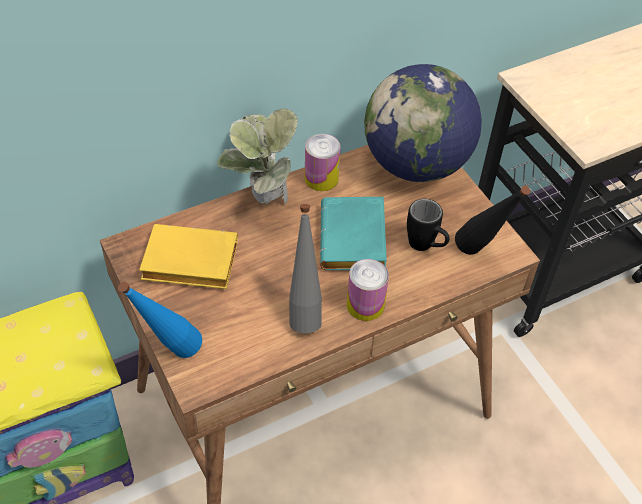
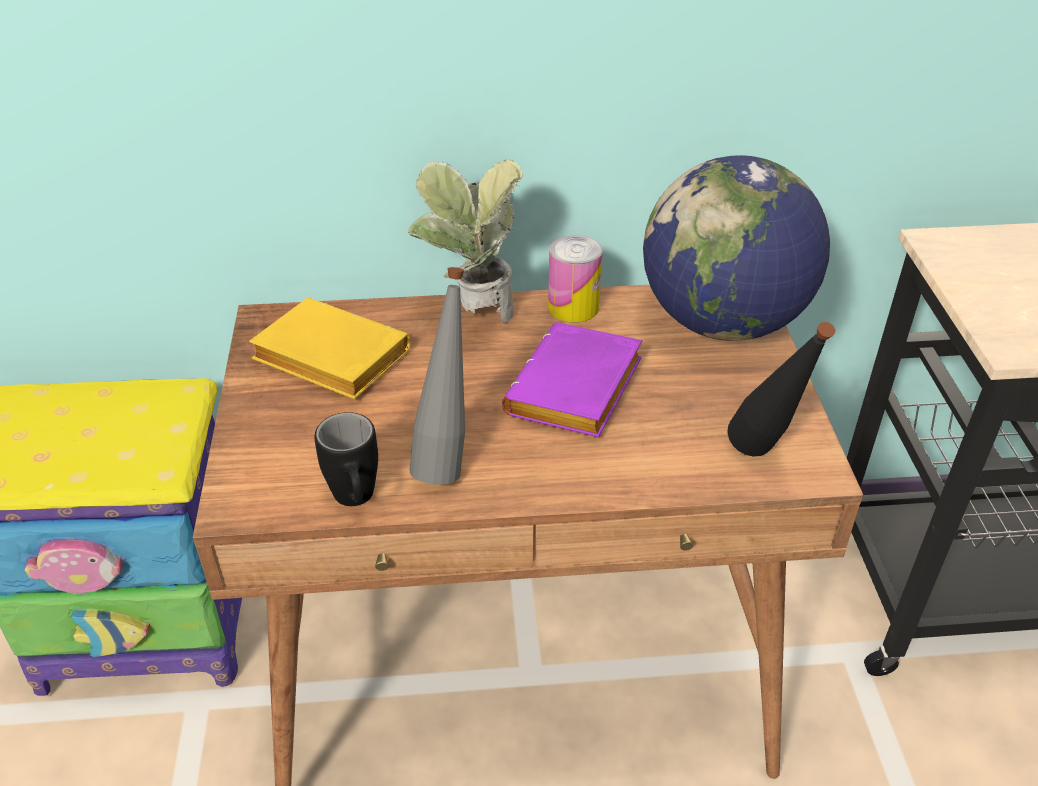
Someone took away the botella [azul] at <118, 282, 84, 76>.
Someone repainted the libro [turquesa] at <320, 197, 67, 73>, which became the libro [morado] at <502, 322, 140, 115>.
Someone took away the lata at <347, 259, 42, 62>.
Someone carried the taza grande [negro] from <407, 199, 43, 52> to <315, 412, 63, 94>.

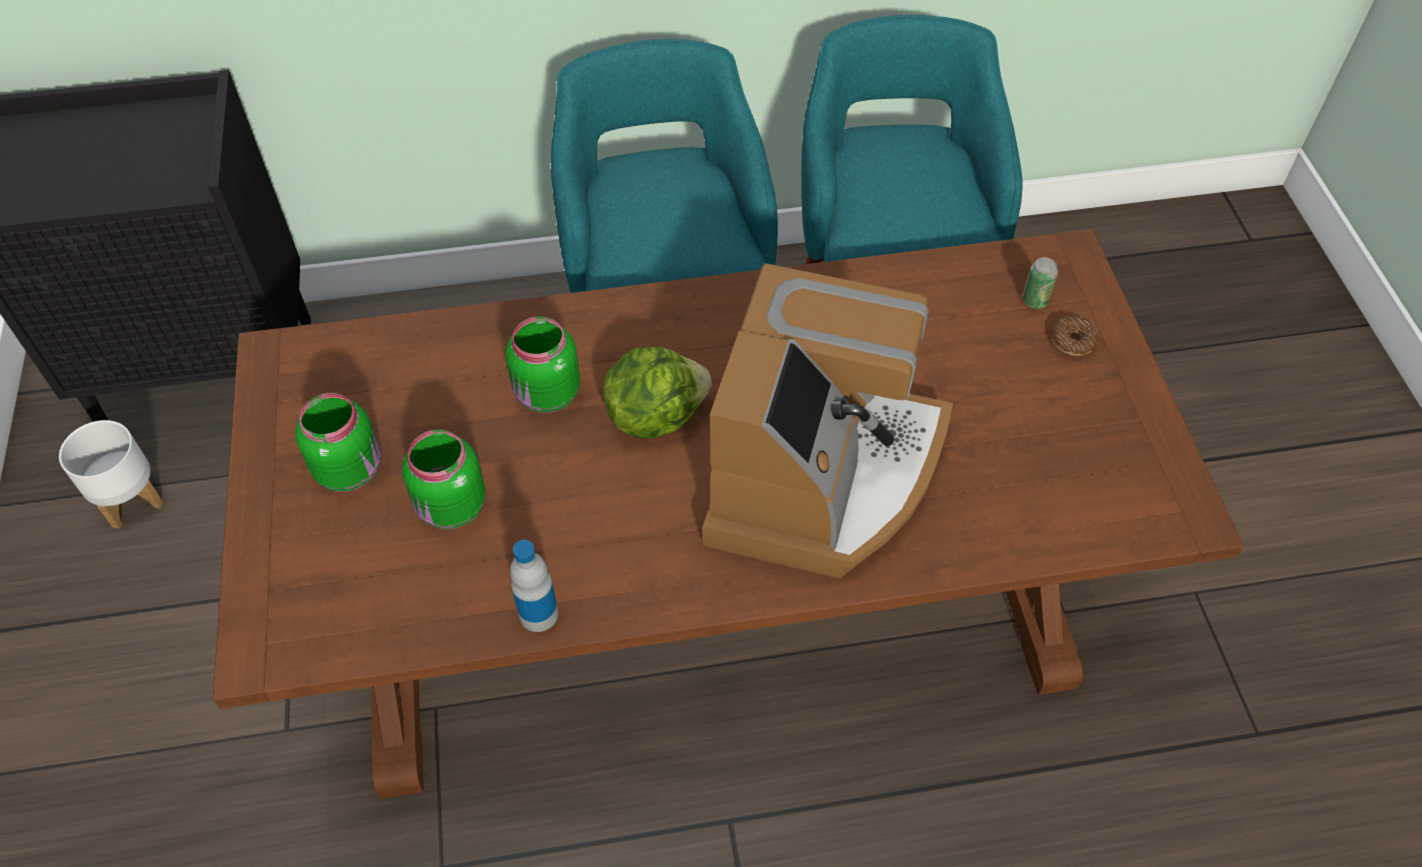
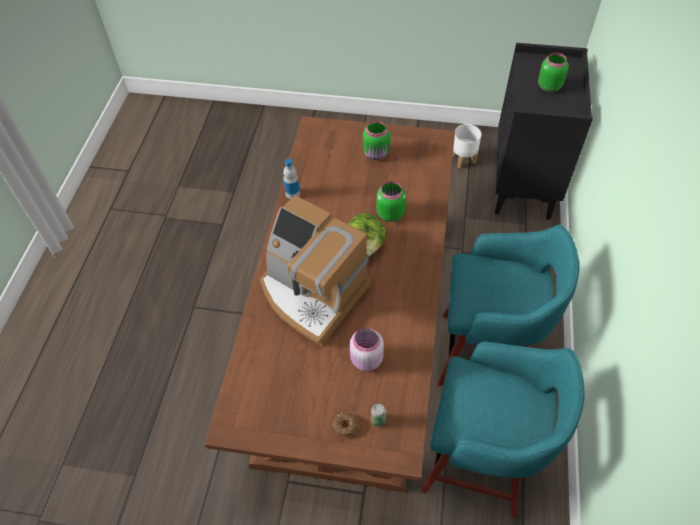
Someone carried the tarro [verde] from <402, 429, 83, 101> to <538, 52, 31, 40>.
Someone put down the tarro [rosa] at <350, 327, 34, 44>.

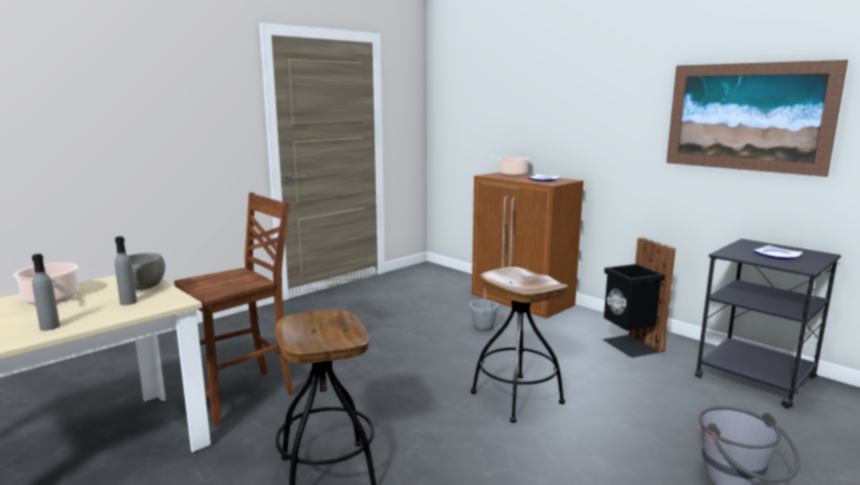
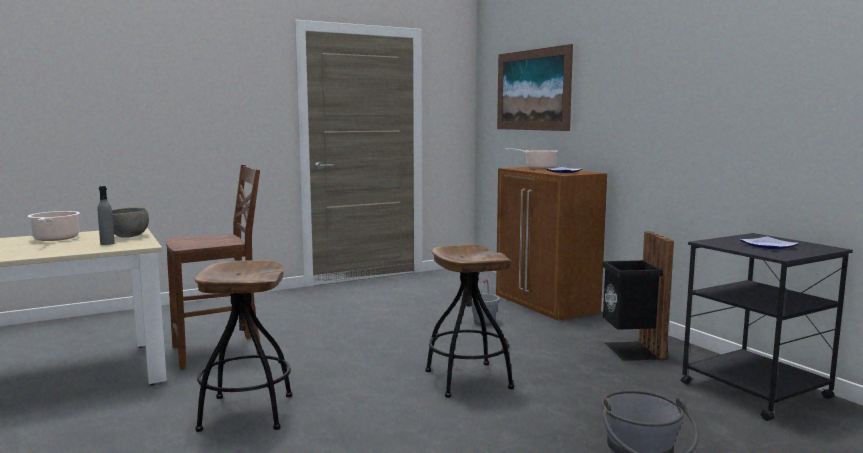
Someone took away the botella [gris] at <32, 254, 28, 77>.
Someone carried the cuadro from <666, 60, 182, 117> to <497, 44, 76, 87>.

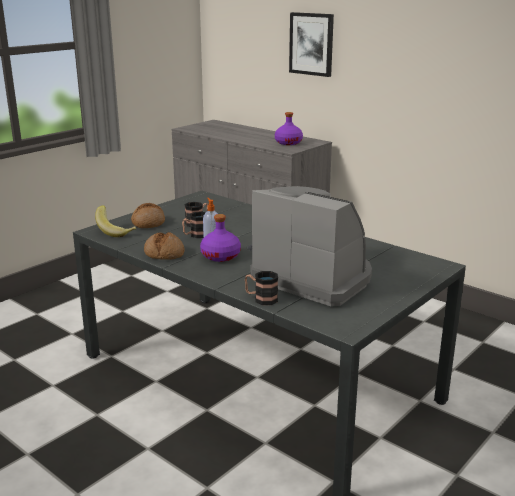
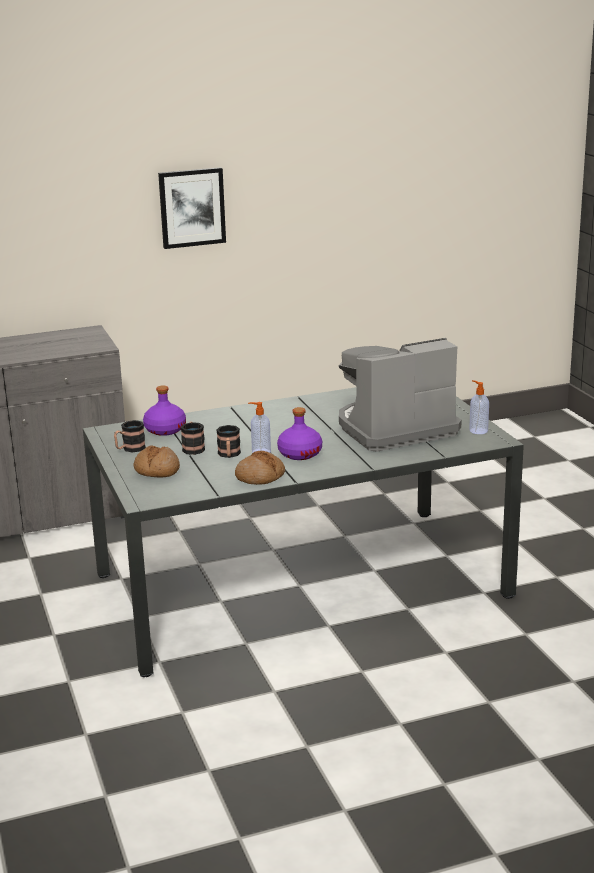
Someone took away the plátano at <95, 205, 41, 32>.
Someone carried the taza grande from <245, 271, 33, 34> to <114, 420, 32, 33>.
Someone carried the botella [morado] from <275, 112, 28, 33> to <143, 385, 43, 51>.
Someone carried the cuadro from <289, 12, 45, 65> to <158, 167, 68, 82>.
Someone put down the dispensador de jabón at <469, 380, 20, 54>.

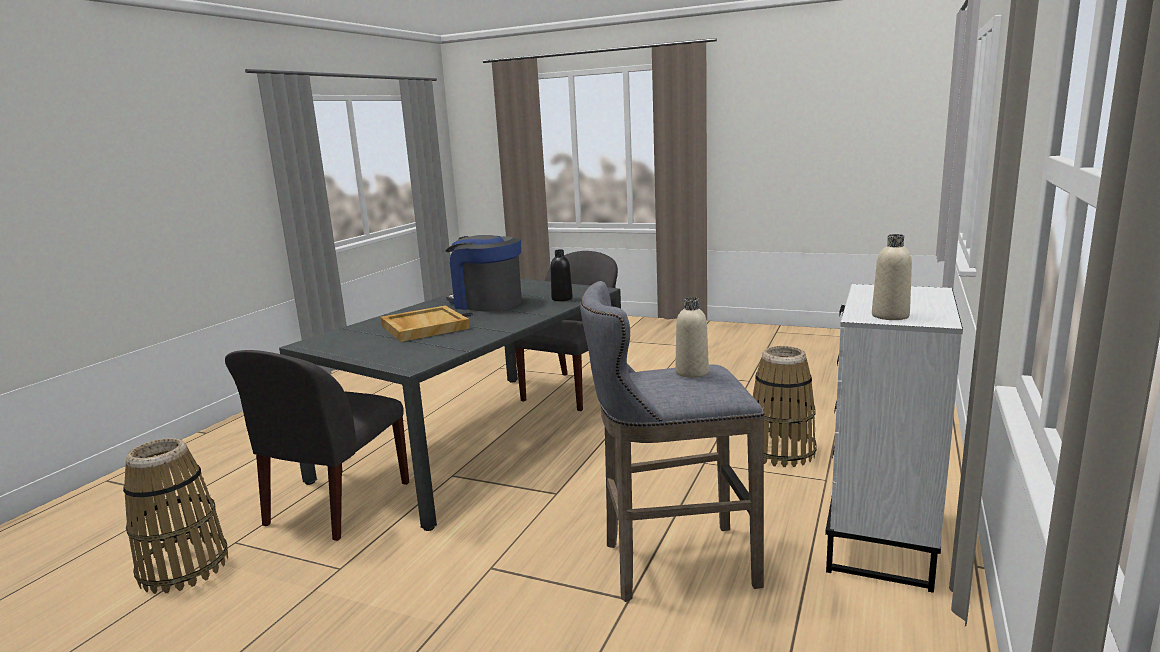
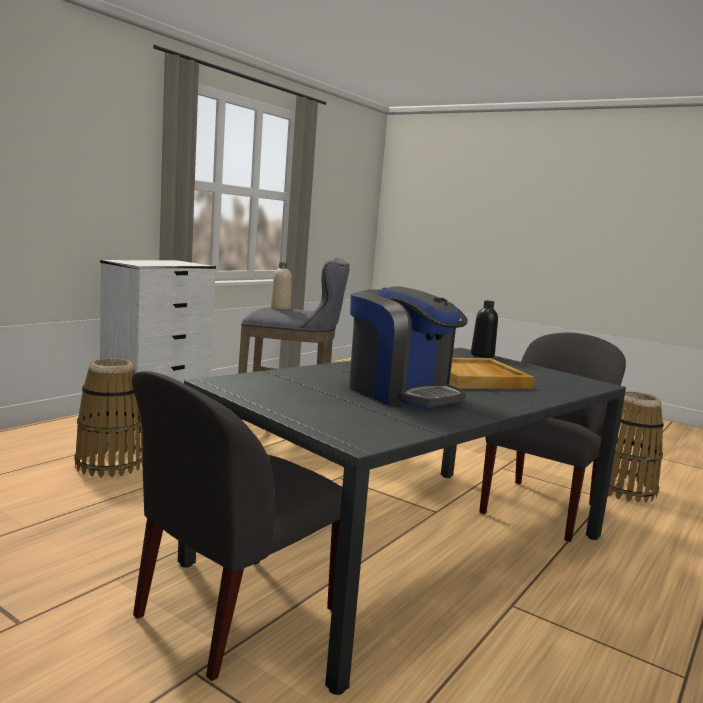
Someone carried the botella [negro] from <550, 249, 23, 52> to <471, 300, 27, 58>.
Someone took away the botella [beis] at <872, 234, 40, 86>.

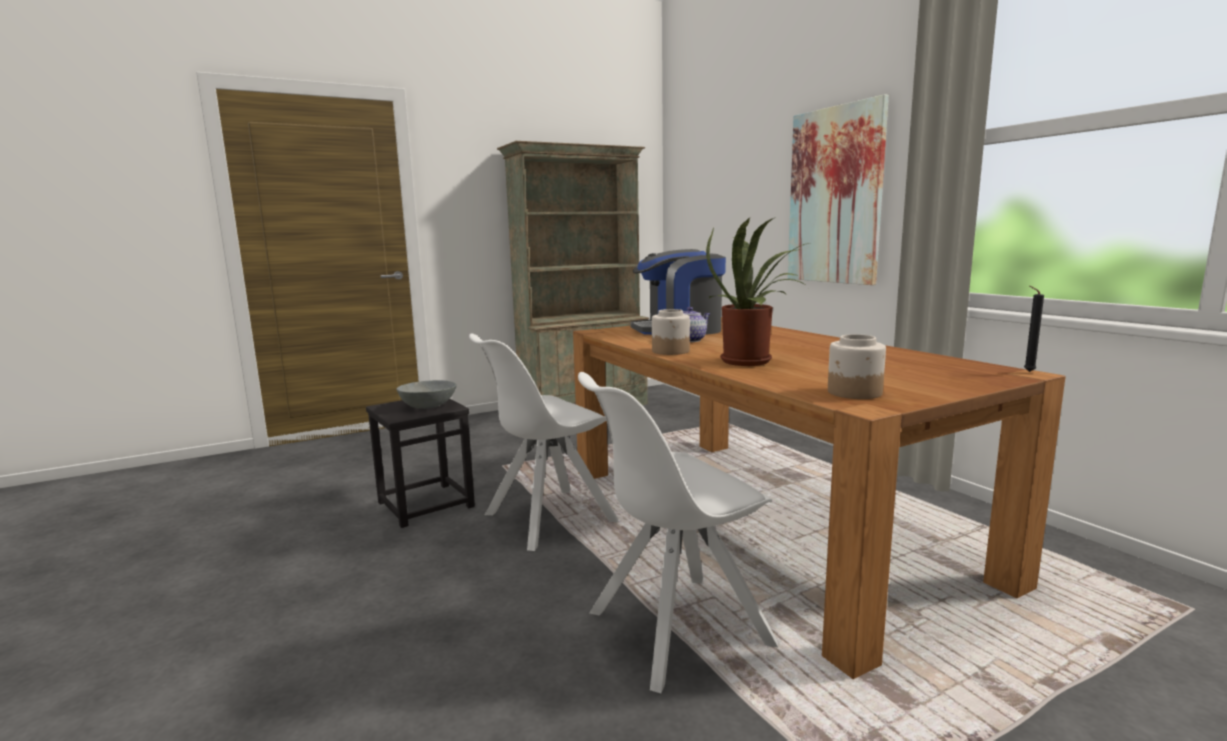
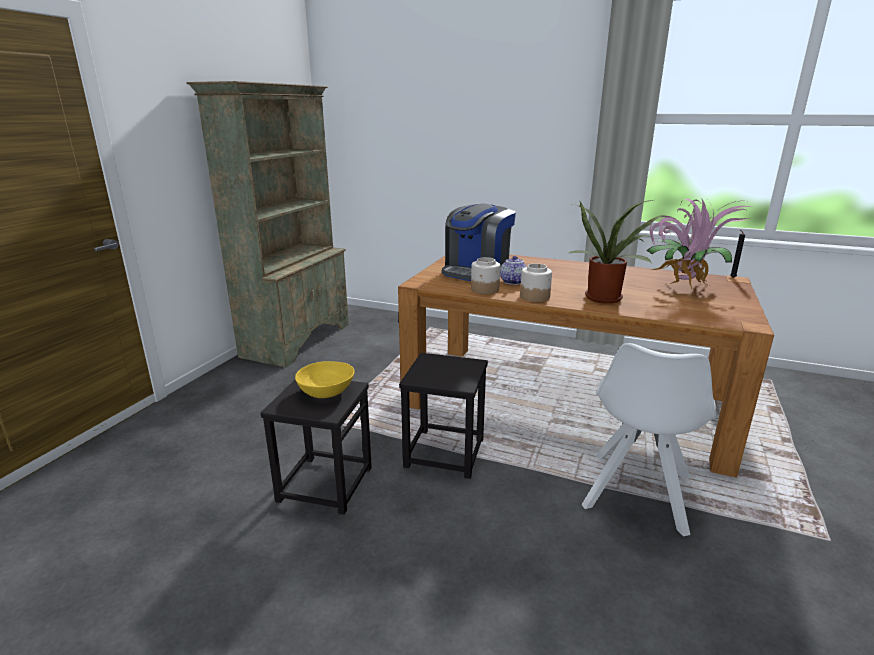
Someone repainted the cuenco [gris] at <396, 380, 61, 29>, which became the cuenco [amarillo] at <295, 361, 60, 37>.
Someone swapped the silla [blanco] at <469, 333, 149, 218> for the taburete [negro] at <399, 353, 89, 126>.
Someone took away the cuadro at <788, 94, 101, 191>.
Someone carried the tarro from <828, 334, 58, 65> to <471, 257, 30, 37>.
Someone put down the planta en maceta at <646, 198, 104, 91>.

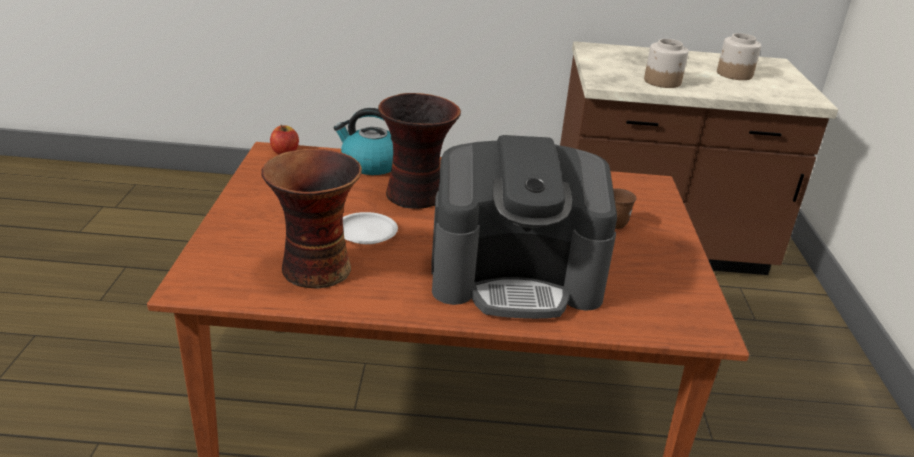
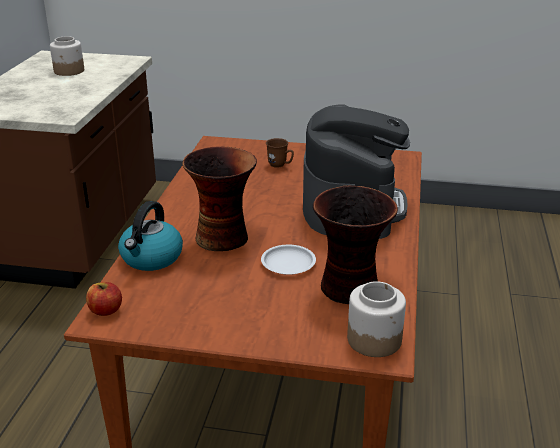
Someone carried the tarro from <644, 39, 45, 49> to <347, 281, 59, 76>.

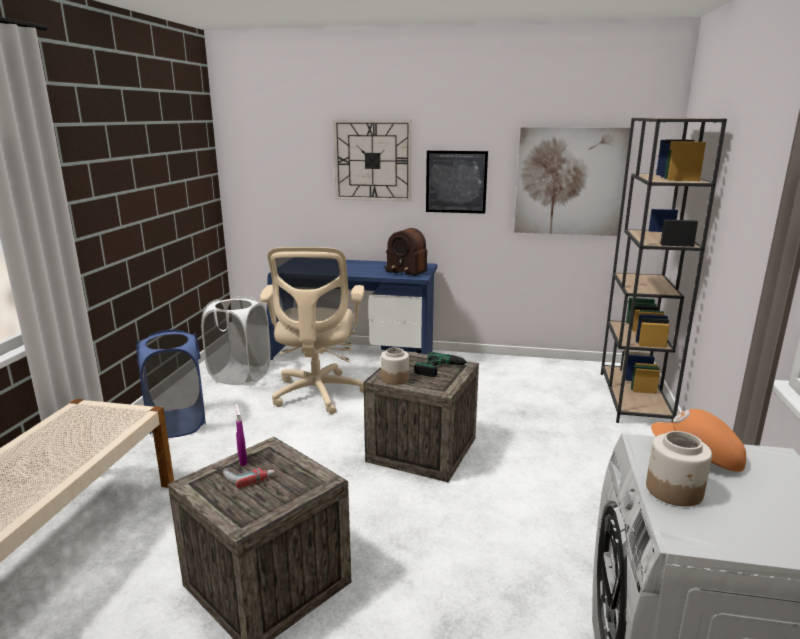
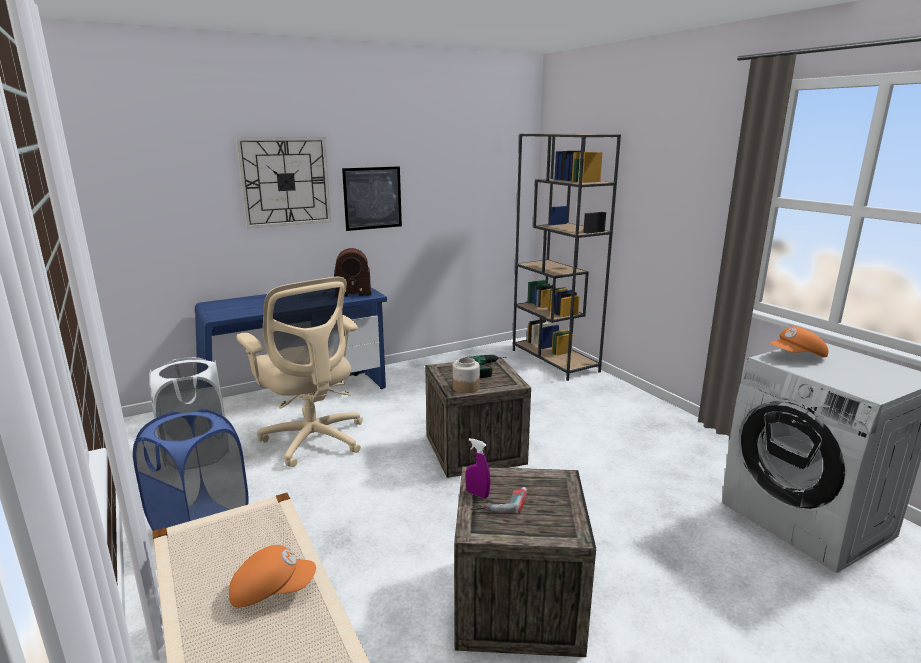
Someone took away the cuadro at <514, 127, 116, 109>.
Someone took away the tarro at <646, 431, 66, 76>.
Someone put down the gorra [naranja] at <229, 545, 87, 63>.

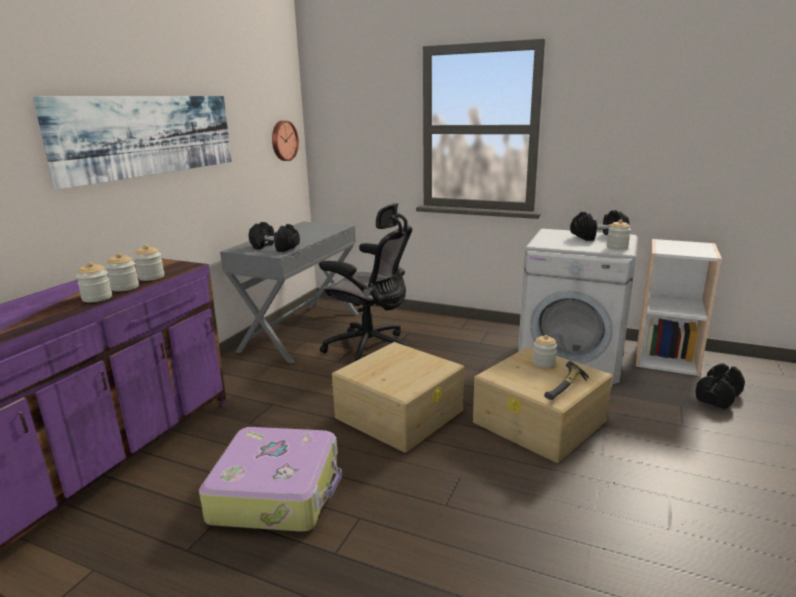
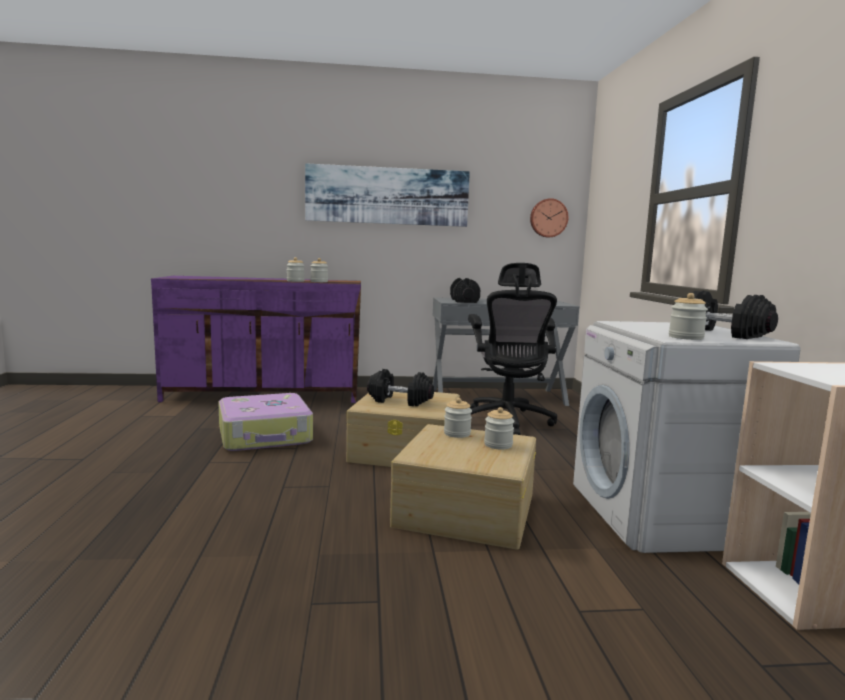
Someone carried the tarro from <76, 262, 36, 40> to <444, 398, 28, 40>.
Someone took away the martillo at <544, 361, 45, 39>.
Someone carried the mancuerna [negro] from <695, 363, 50, 46> to <367, 369, 67, 37>.

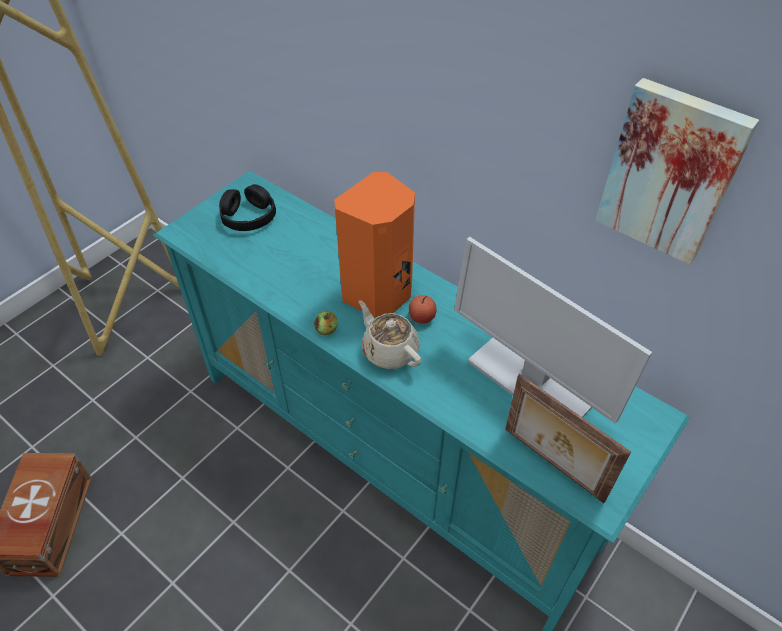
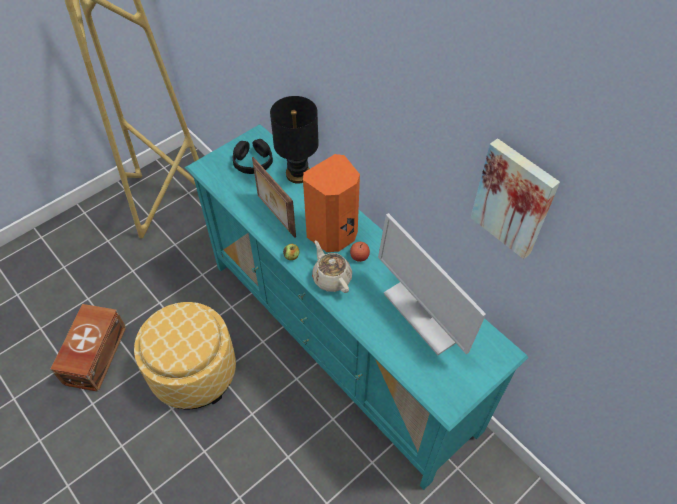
Someone carried the portarretratos from <505, 374, 126, 129> to <252, 157, 44, 80>.
Someone put down the puf at <134, 302, 102, 107>.
Someone put down the lámpara de mesa [negro] at <270, 96, 49, 88>.

